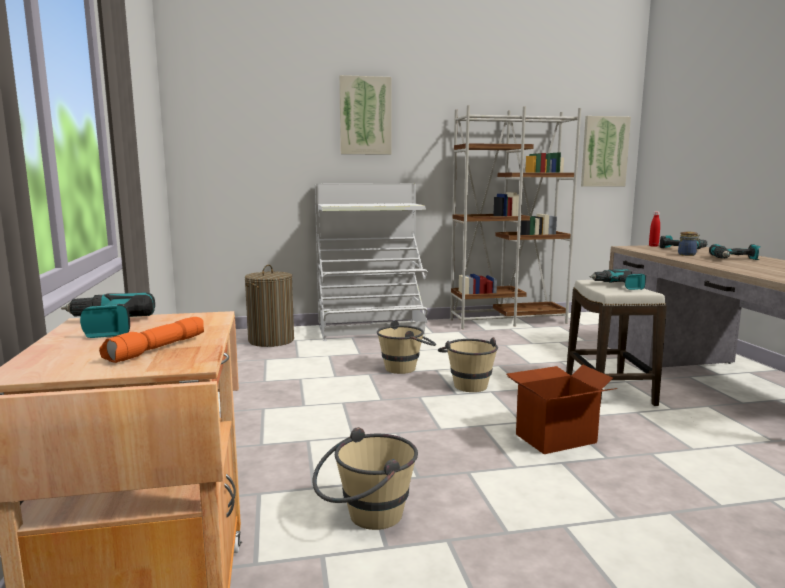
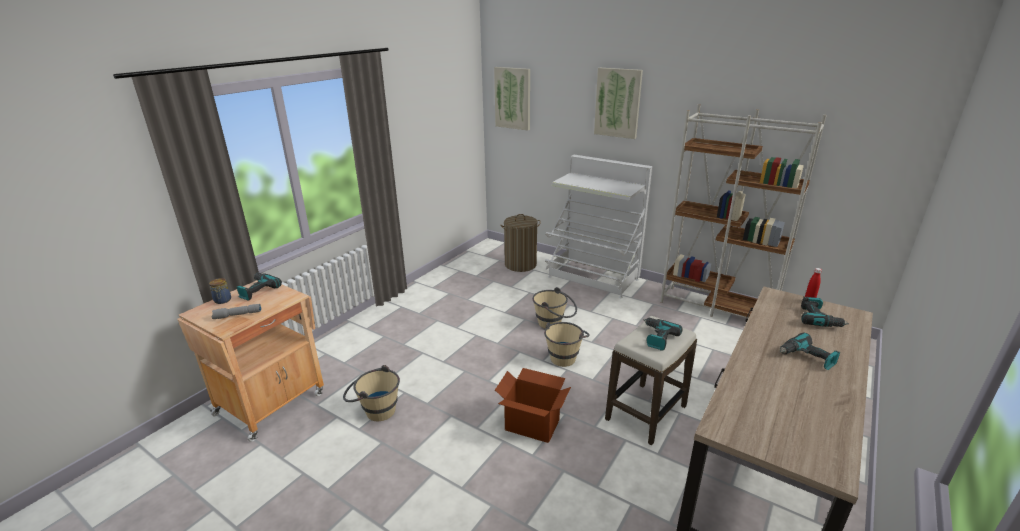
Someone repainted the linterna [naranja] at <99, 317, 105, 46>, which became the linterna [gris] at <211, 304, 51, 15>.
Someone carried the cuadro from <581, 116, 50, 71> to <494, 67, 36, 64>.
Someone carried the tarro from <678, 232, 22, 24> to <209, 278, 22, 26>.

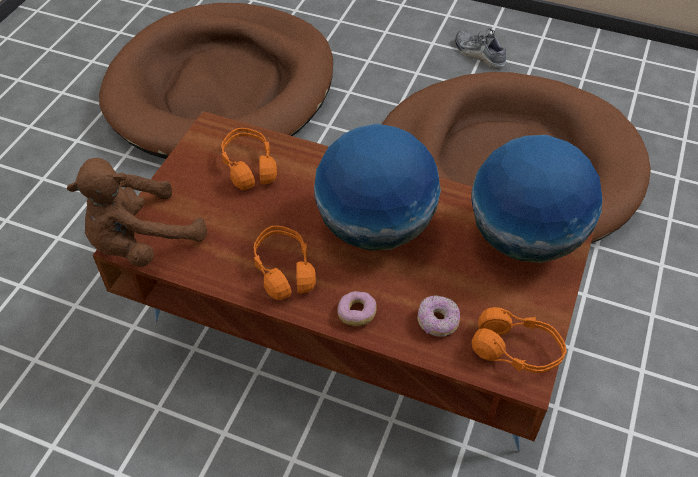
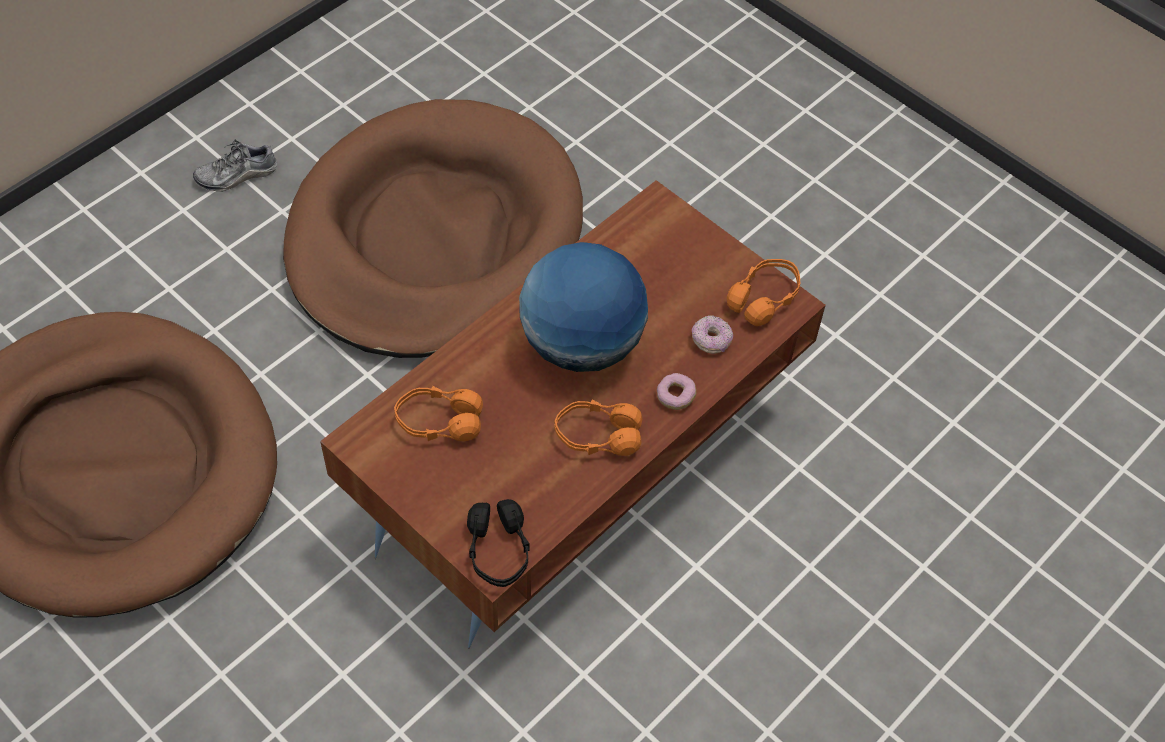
Someone swapped the peluche [marrón] at <67, 158, 140, 109> for the auriculares [negro] at <467, 499, 63, 88>.
Someone took away the globo terráqueo at <471, 135, 132, 128>.

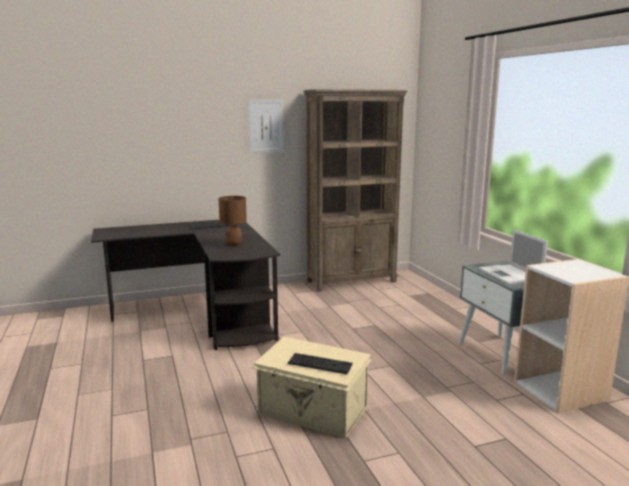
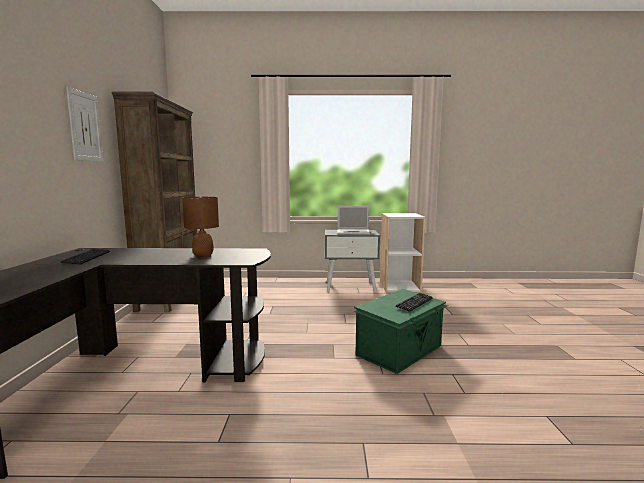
Someone repainted the caja de almacenaje [beis] at <252, 337, 120, 102>, which became the caja de almacenaje [verde] at <354, 289, 94, 85>.

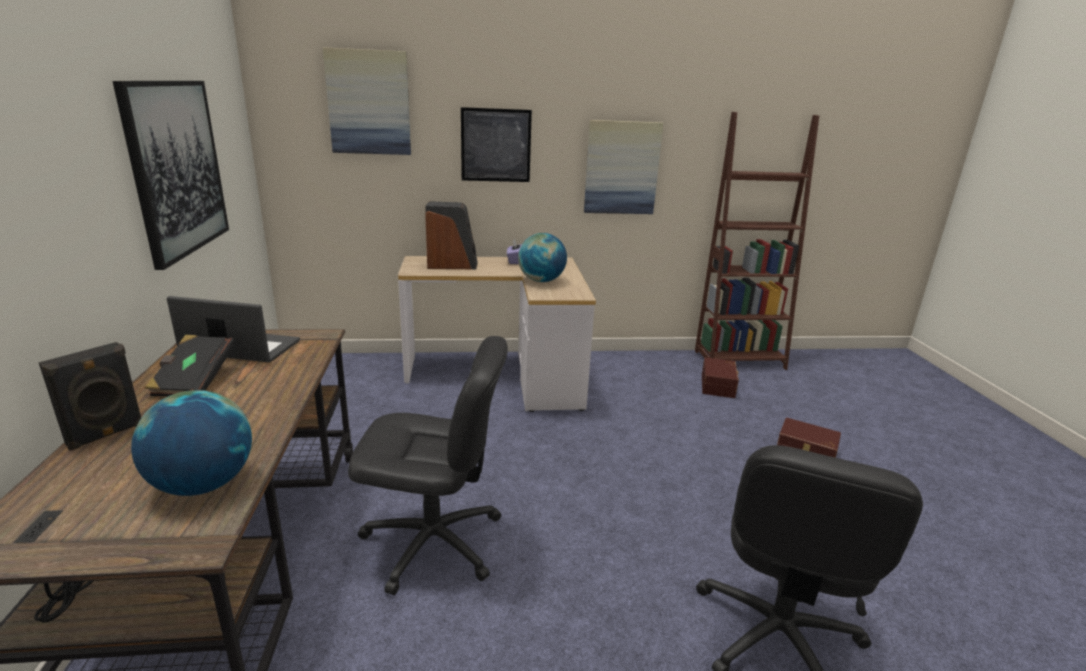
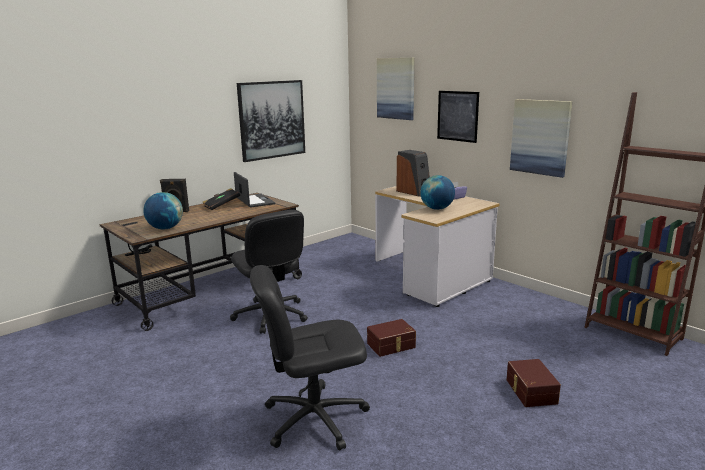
Someone carried the caja de almacenaje [marrón] from <702, 357, 37, 41> to <367, 319, 49, 38>.

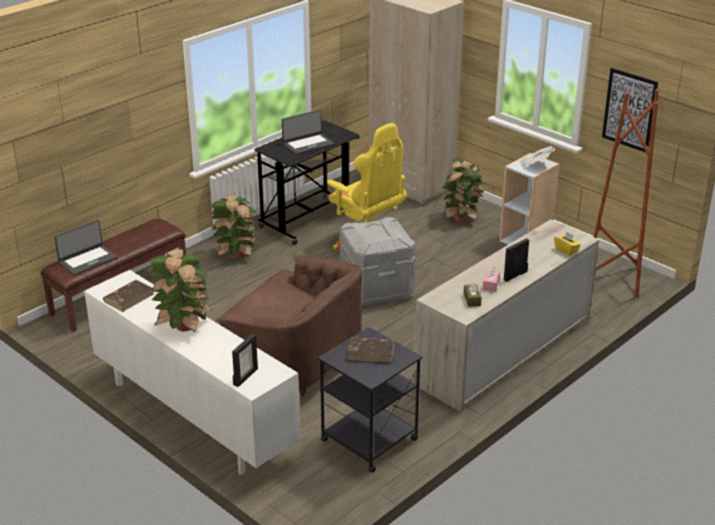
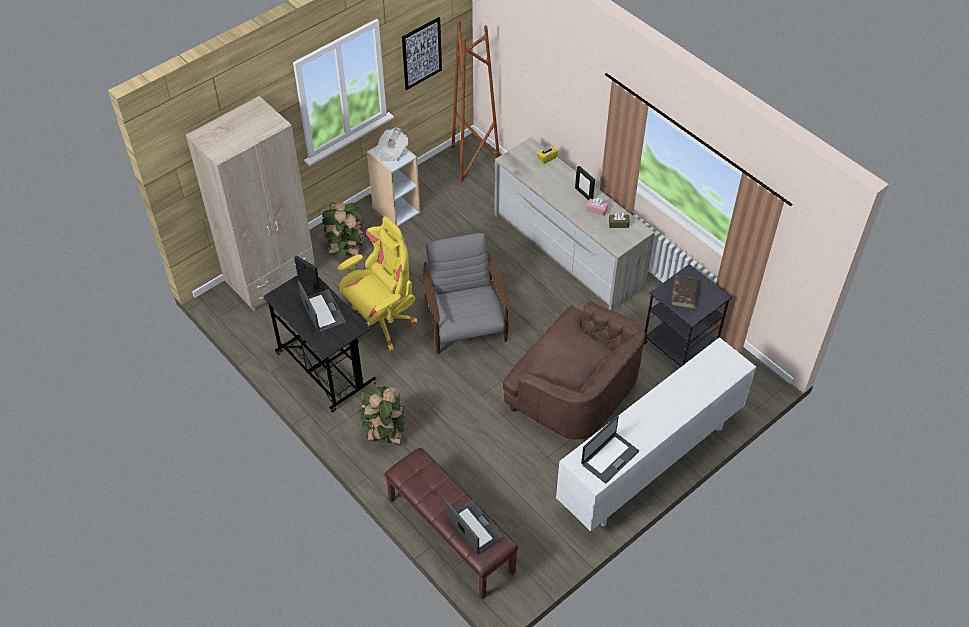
Someone swapped the libro [marrón] at <103, 280, 51, 32> for the portátil at <581, 416, 58, 68>.
Someone took away the planta en maceta at <148, 249, 64, 83>.
Someone rotated the sillón [marrón] at <215, 255, 147, 141> by 90 degrees clockwise.
Someone carried the portarretratos from <232, 334, 26, 53> to <294, 256, 26, 34>.
Someone swapped the caja de almacenaje [gris] at <340, 217, 76, 89> for the sillón [gris] at <424, 233, 87, 121>.

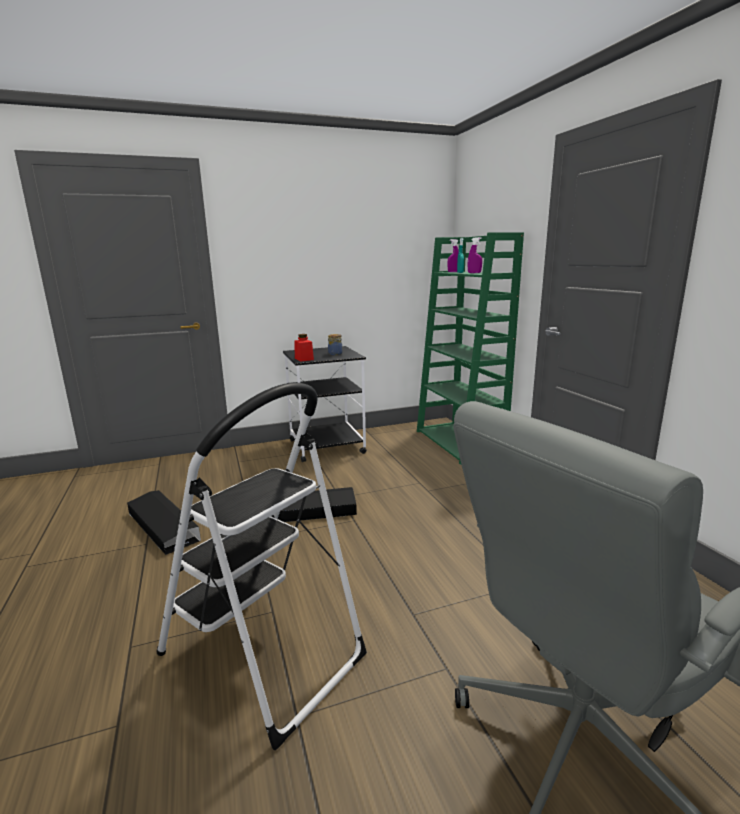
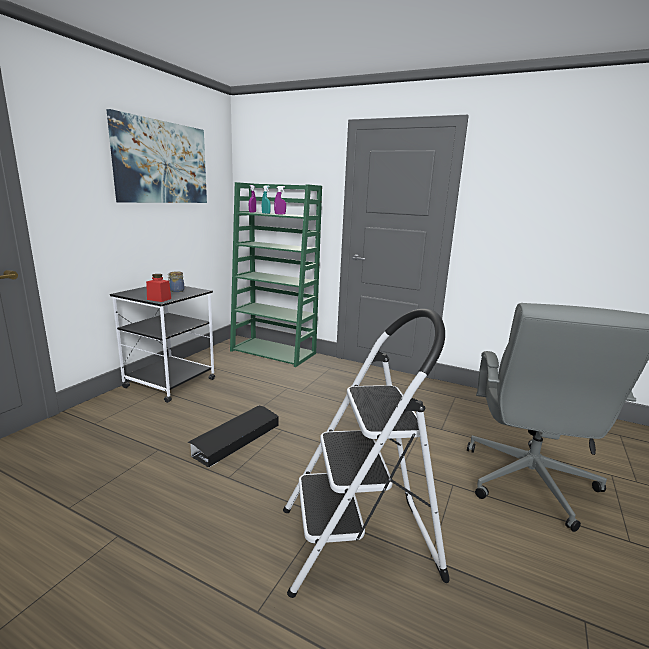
Someone took away the caja de almacenaje [negro] at <127, 490, 74, 65>.
Someone put up the cuadro at <106, 109, 101, 94>.

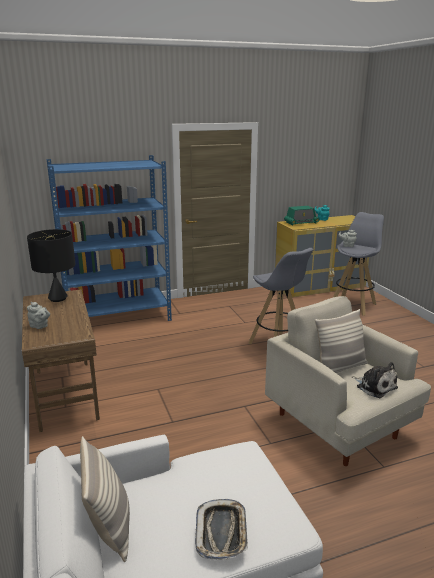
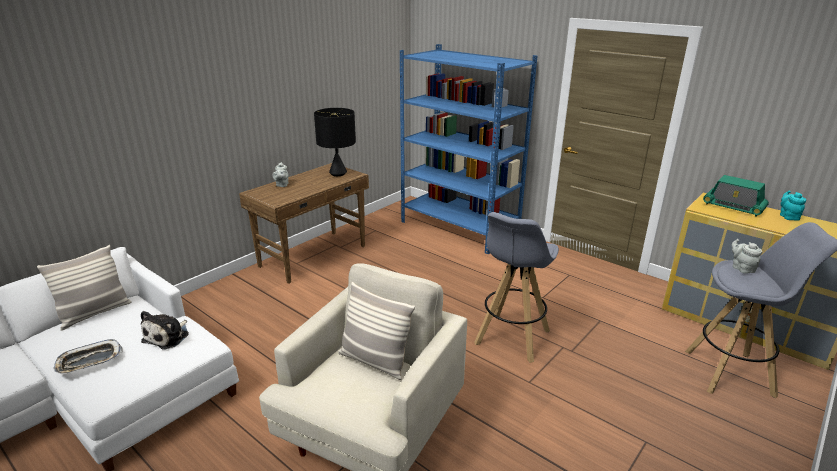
Someone carried the peluche from <352, 362, 46, 36> to <141, 311, 48, 39>.

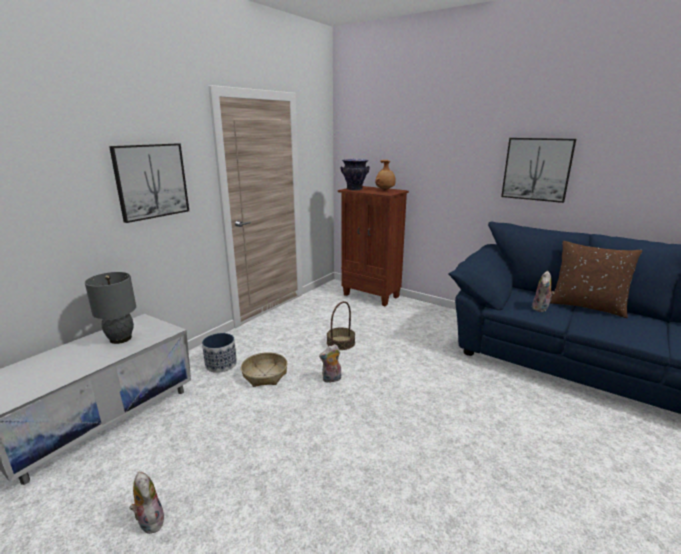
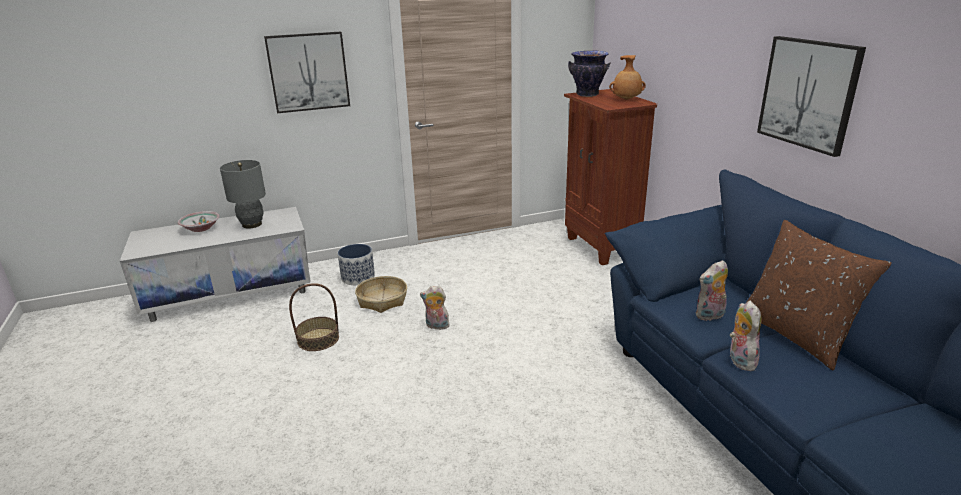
Someone carried the peluche from <130, 471, 35, 63> to <729, 301, 32, 70>.
Someone carried the cesta from <327, 301, 28, 49> to <289, 283, 50, 68>.
Someone put down the cuenco at <178, 211, 42, 21>.

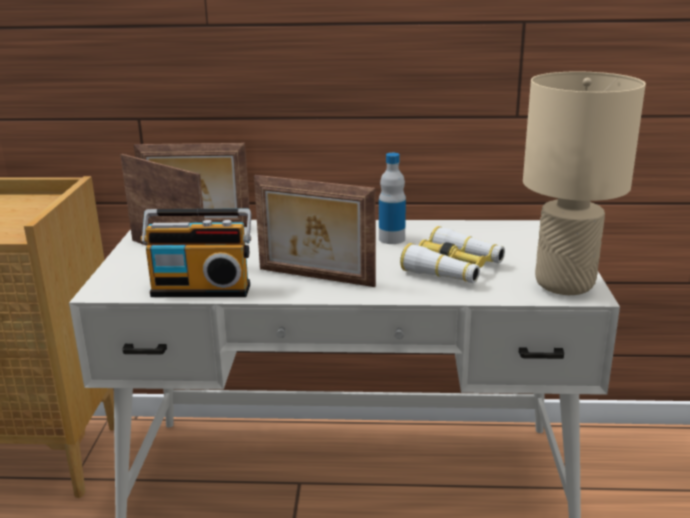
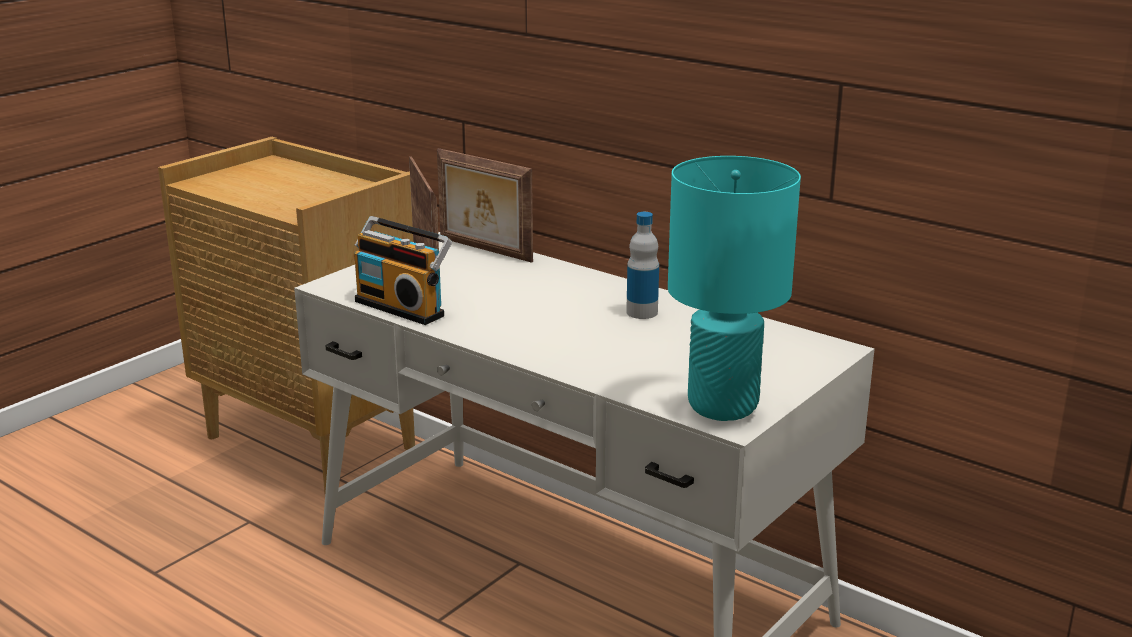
Someone took away the portarretratos at <254, 175, 122, 112>.
Someone took away the prismáticos at <400, 226, 105, 57>.
Someone repainted the lámpara de mesa [beis] at <523, 72, 123, 223>, which became the lámpara de mesa [turquesa] at <668, 156, 133, 265>.

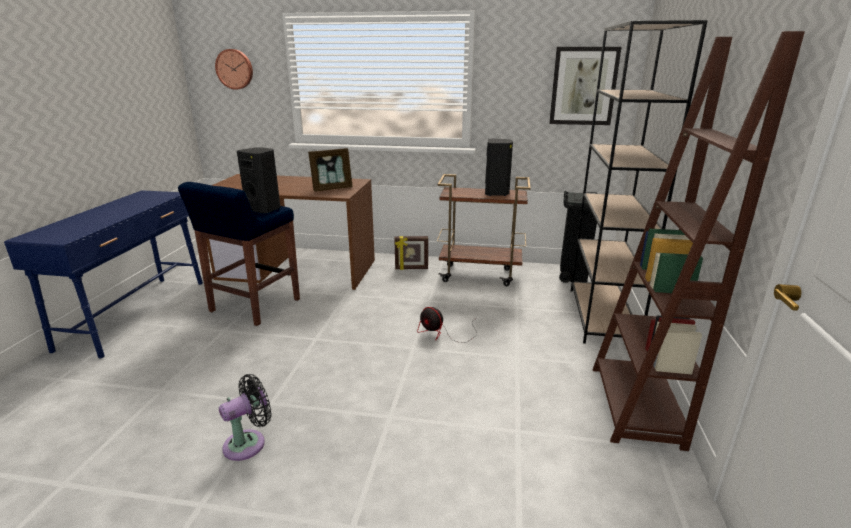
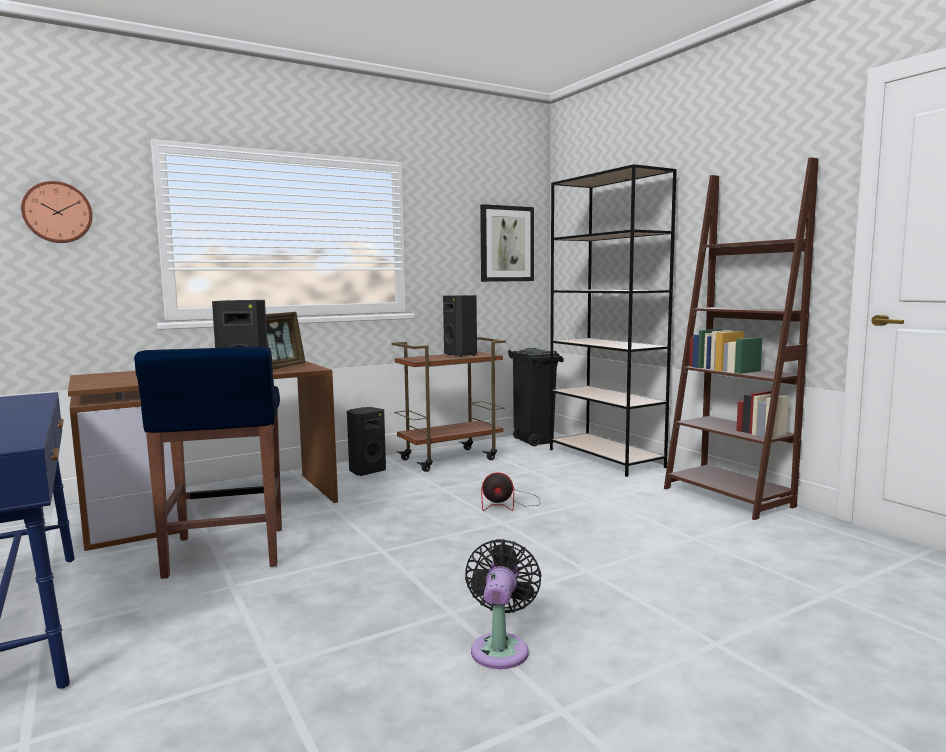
Someone swapped the portarretratos at <394, 236, 34, 34> for the altavoz [negro] at <347, 407, 39, 69>.

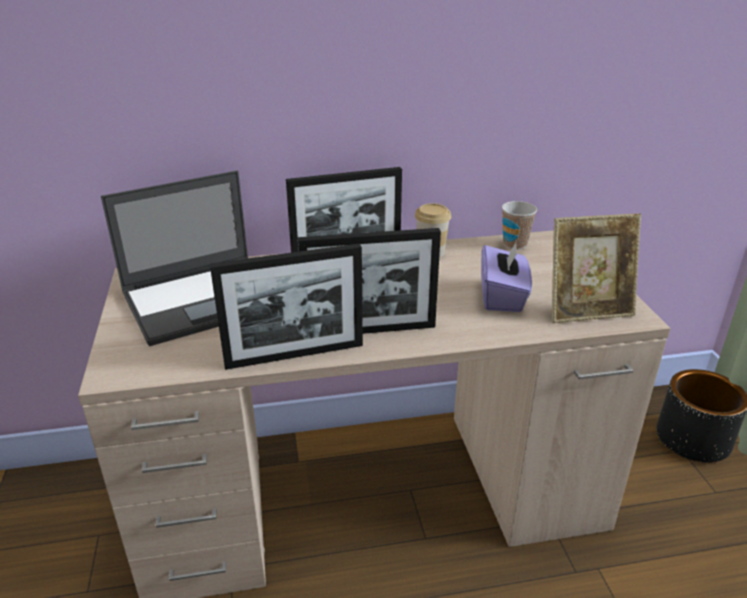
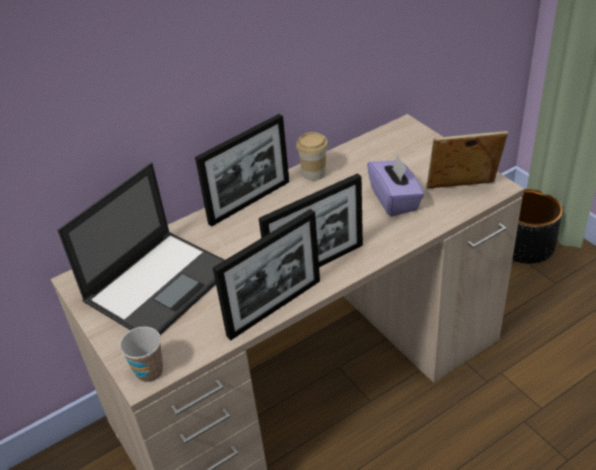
Someone carried the taza from <502, 201, 35, 49> to <120, 327, 43, 55>.
Someone rotated the portarretratos at <552, 214, 89, 109> by 150 degrees counterclockwise.

